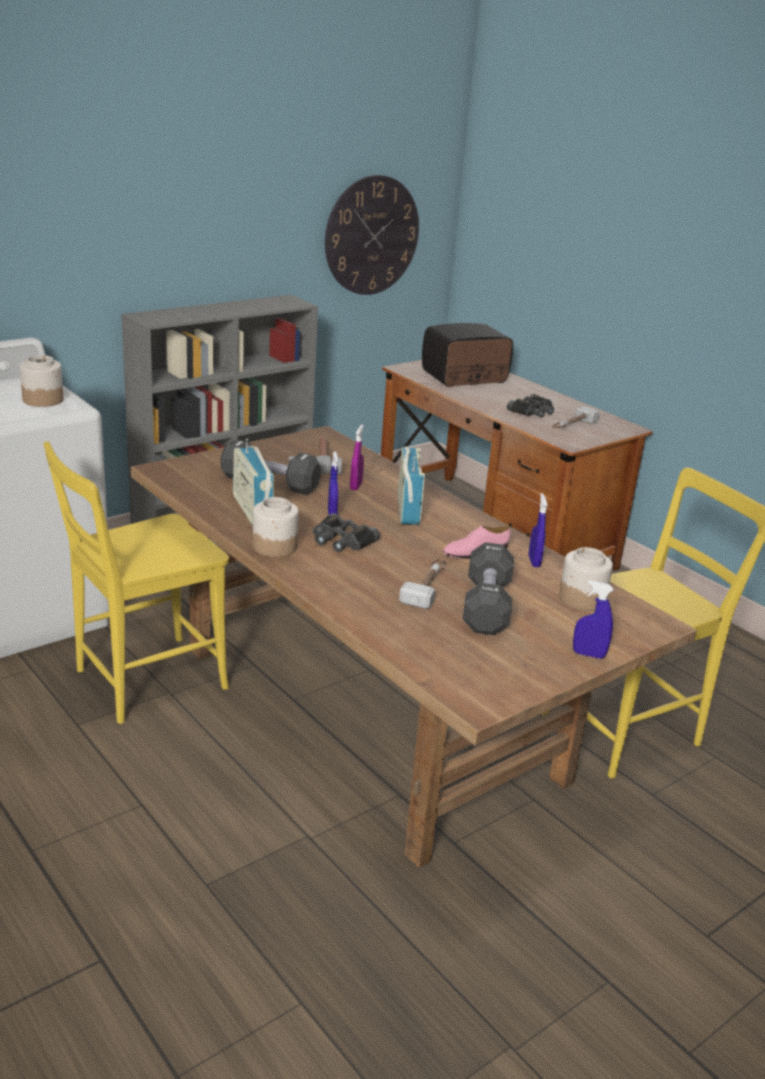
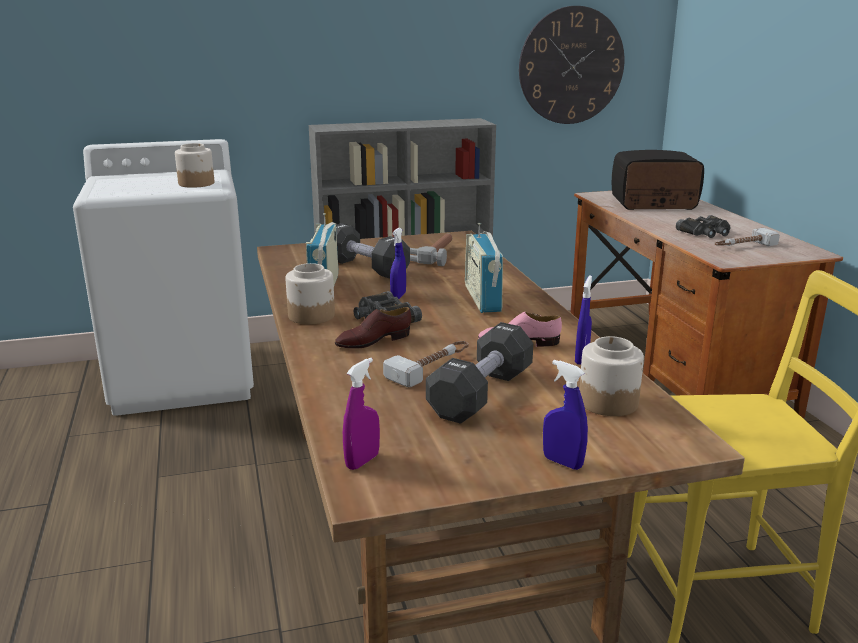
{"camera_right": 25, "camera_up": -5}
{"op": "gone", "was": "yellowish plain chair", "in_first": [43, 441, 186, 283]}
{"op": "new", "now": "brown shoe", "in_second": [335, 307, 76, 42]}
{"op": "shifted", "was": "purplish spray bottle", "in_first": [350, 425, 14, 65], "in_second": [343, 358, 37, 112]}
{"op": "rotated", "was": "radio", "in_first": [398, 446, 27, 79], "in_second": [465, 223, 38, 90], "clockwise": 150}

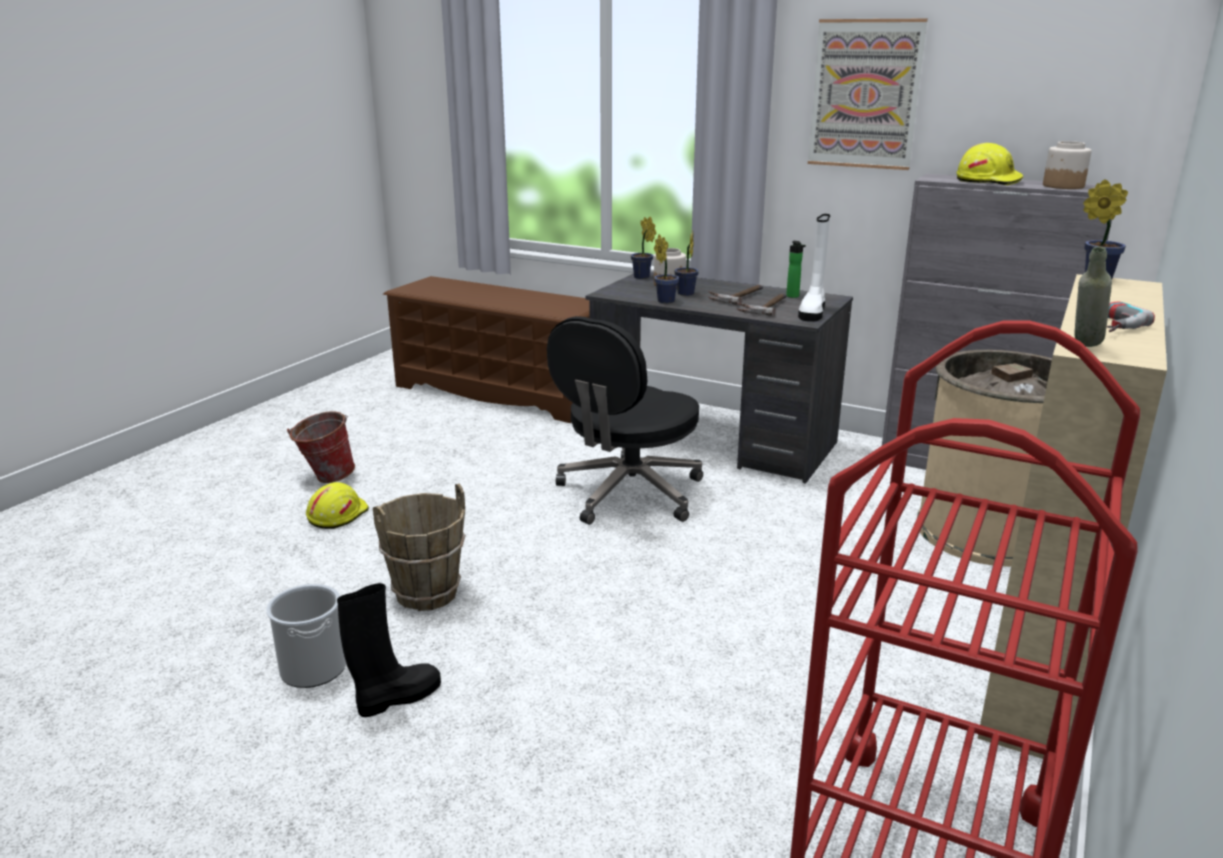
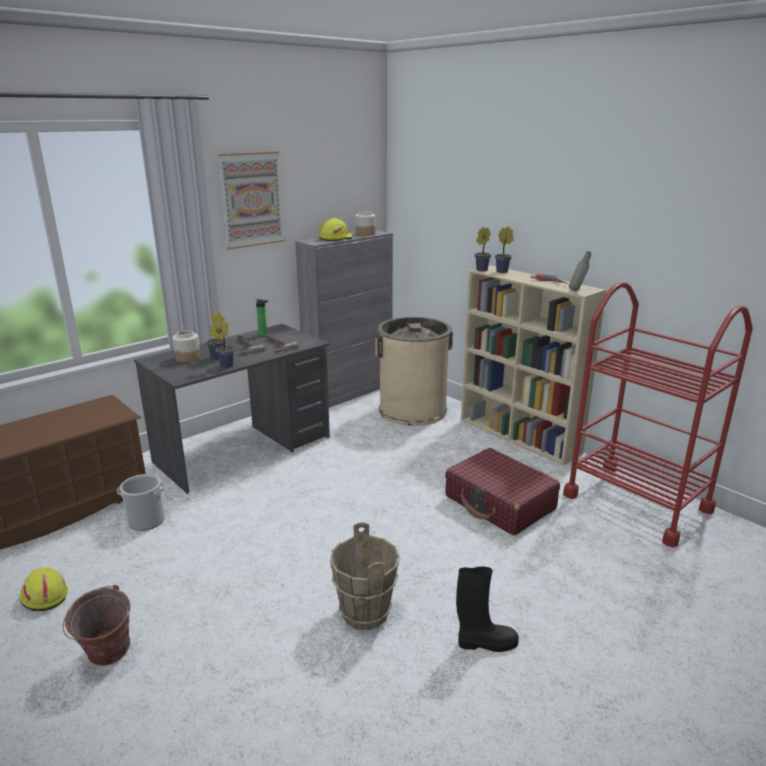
{"camera_right": -70, "camera_up": 0}
{"op": "gone", "was": "black-coloured desk chair", "in_first": [547, 316, 156, 209]}
{"op": "gone", "was": "white boot", "in_first": [798, 214, 32, 108]}
{"op": "new", "now": "reddish suitcase", "in_second": [445, 448, 115, 88]}
{"op": "shifted", "was": "bucket", "in_first": [266, 584, 80, 104], "in_second": [117, 474, 48, 57]}
{"op": "shifted", "was": "yellowish safety helmet", "in_first": [306, 482, 63, 47], "in_second": [20, 567, 48, 44]}
{"op": "shifted", "was": "plant in a pot", "in_first": [631, 217, 25, 62], "in_second": [495, 226, 19, 47]}
{"op": "rotated", "was": "black-coloured boot", "in_first": [337, 583, 104, 134], "in_second": [456, 567, 63, 85], "clockwise": 105}

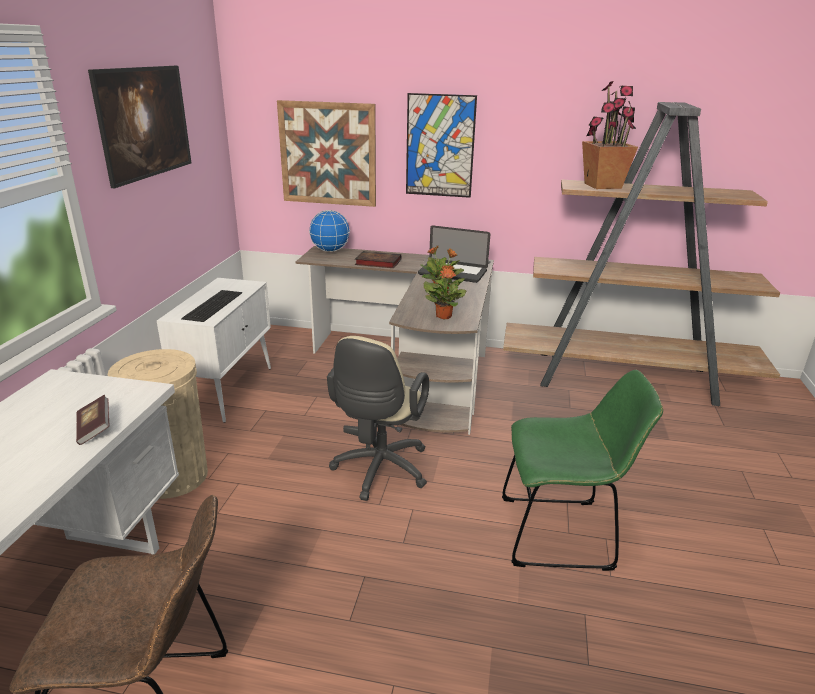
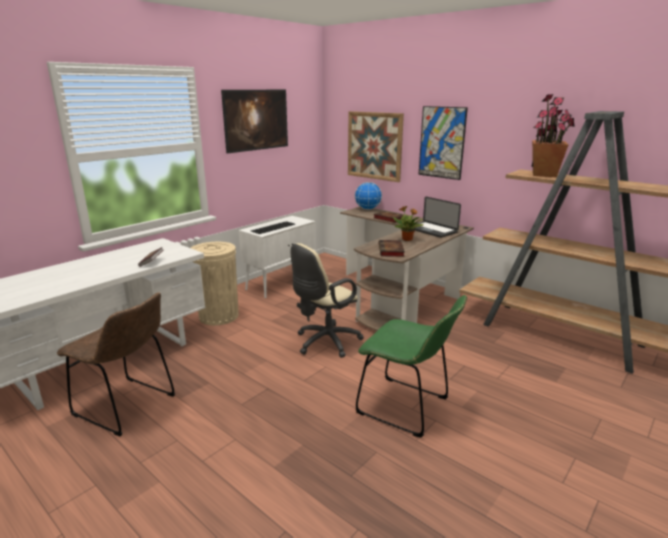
{"camera_right": 30, "camera_up": -5}
{"op": "swapped", "was": "plant in a pot", "now": "book", "in_first": [424, 265, 42, 54], "in_second": [378, 240, 27, 17]}

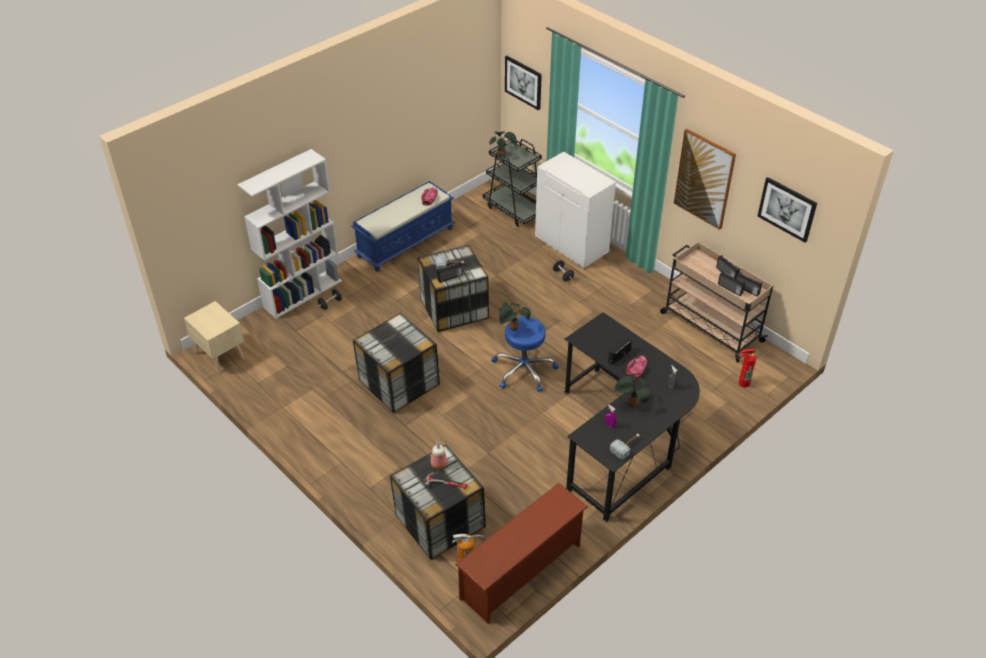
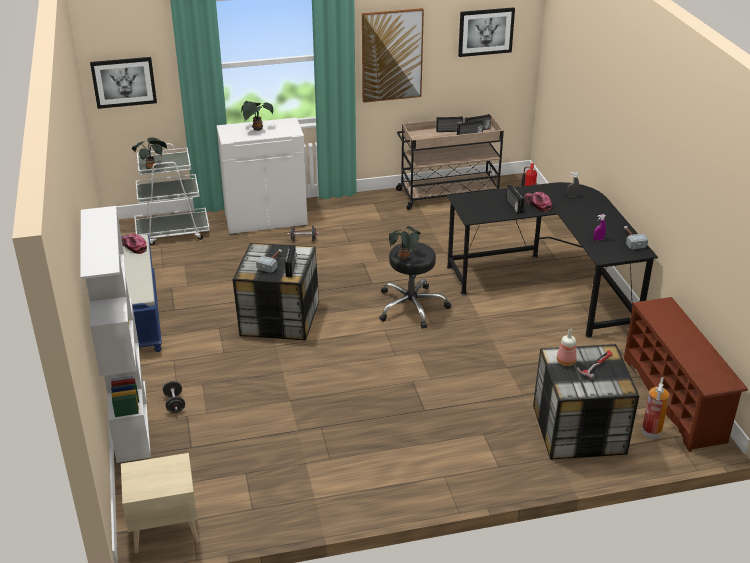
{"camera_right": -60, "camera_up": -10}
{"op": "gone", "was": "storage box", "in_first": [353, 313, 87, 100]}
{"op": "shifted", "was": "plant in a pot", "in_first": [614, 374, 37, 33], "in_second": [241, 101, 32, 30]}
{"op": "repainted", "was": "black-coloured trolley", "now": "white trolley", "in_first": [483, 139, 59, 88], "in_second": [134, 143, 76, 103]}
{"op": "repainted", "was": "blue stool", "now": "black-coloured stool", "in_first": [491, 317, 68, 75], "in_second": [379, 242, 72, 86]}

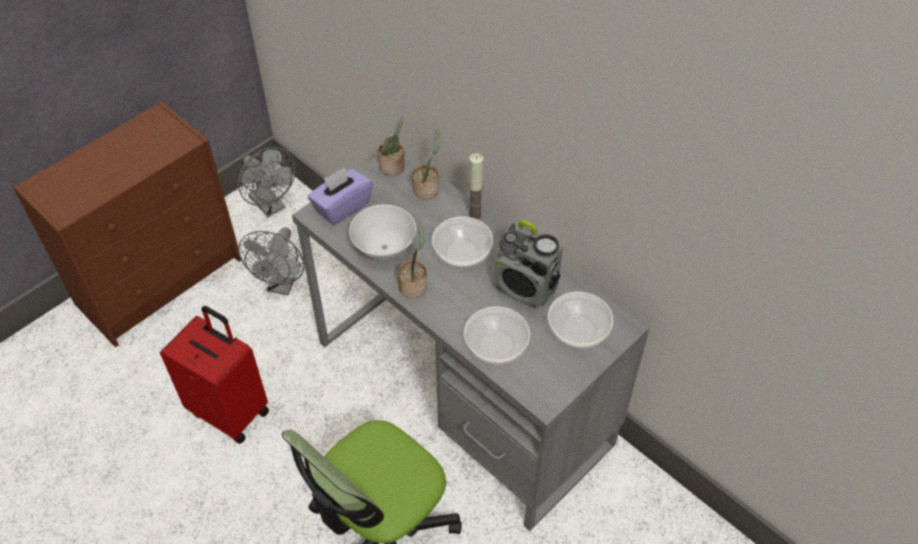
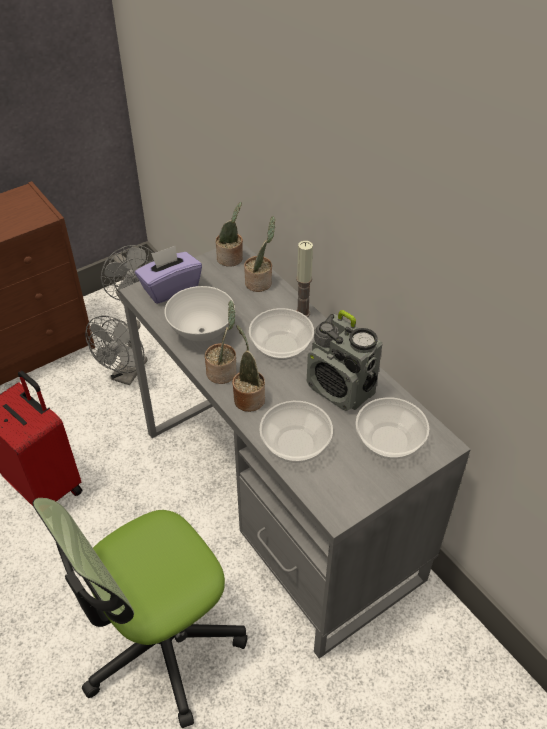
{"camera_right": 10, "camera_up": -5}
{"op": "new", "now": "plant in a pot", "in_second": [232, 325, 33, 87]}

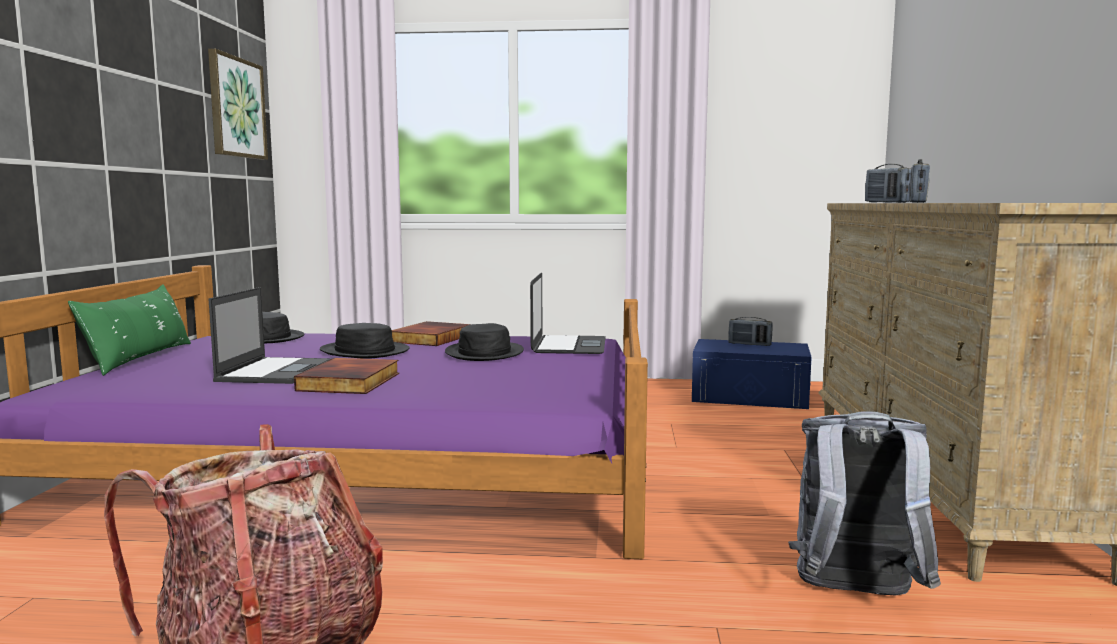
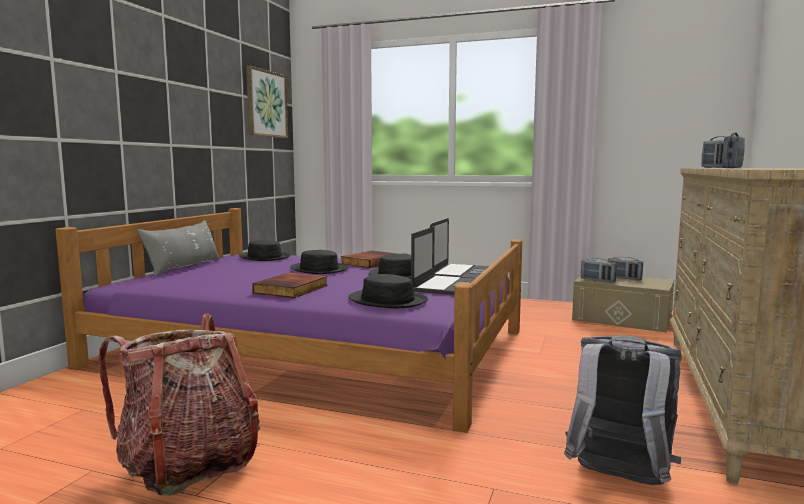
{"camera_right": 15, "camera_up": 0}
{"op": "new", "now": "black-coloured wearable hat", "in_second": [348, 274, 80, 34]}
{"op": "new", "now": "radio", "in_second": [581, 258, 36, 25]}
{"op": "shifted", "was": "notebook computer", "in_first": [208, 287, 124, 97], "in_second": [411, 226, 65, 69]}
{"op": "repainted", "was": "green throw pillow", "now": "grey throw pillow", "in_first": [68, 284, 123, 92], "in_second": [137, 220, 83, 57]}
{"op": "repainted", "was": "blue storage box", "now": "beige-coloured storage box", "in_first": [692, 339, 120, 70], "in_second": [572, 276, 102, 57]}

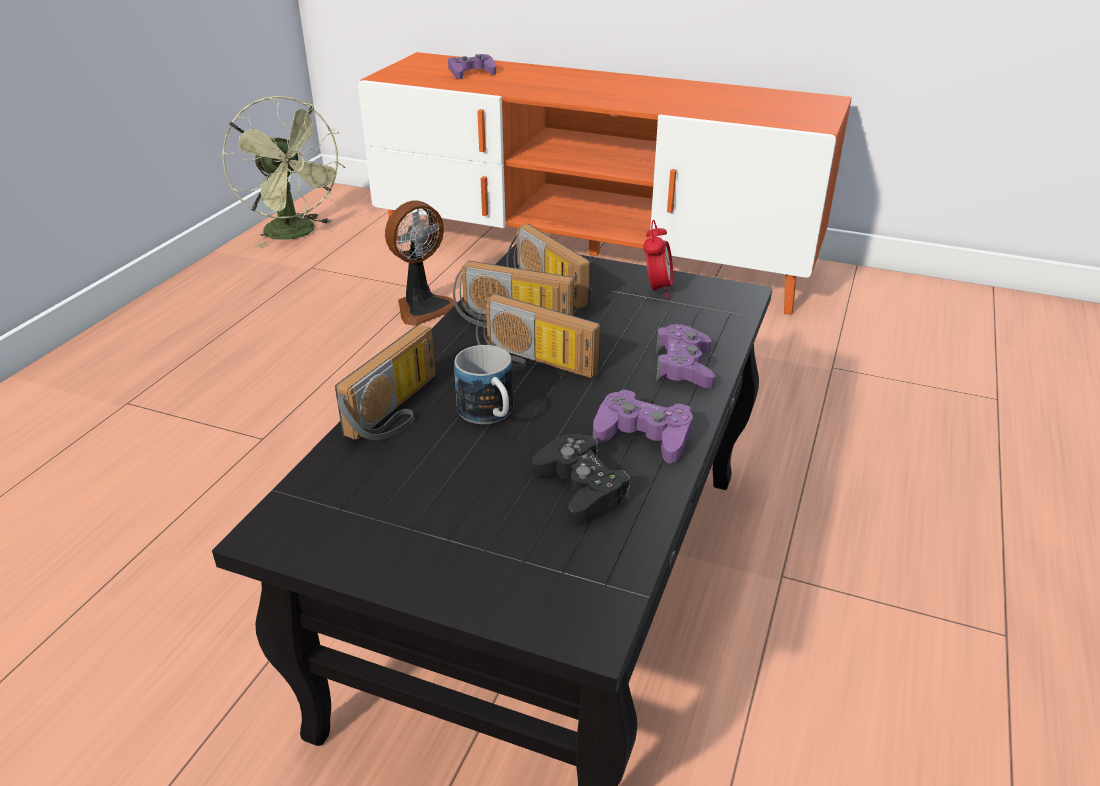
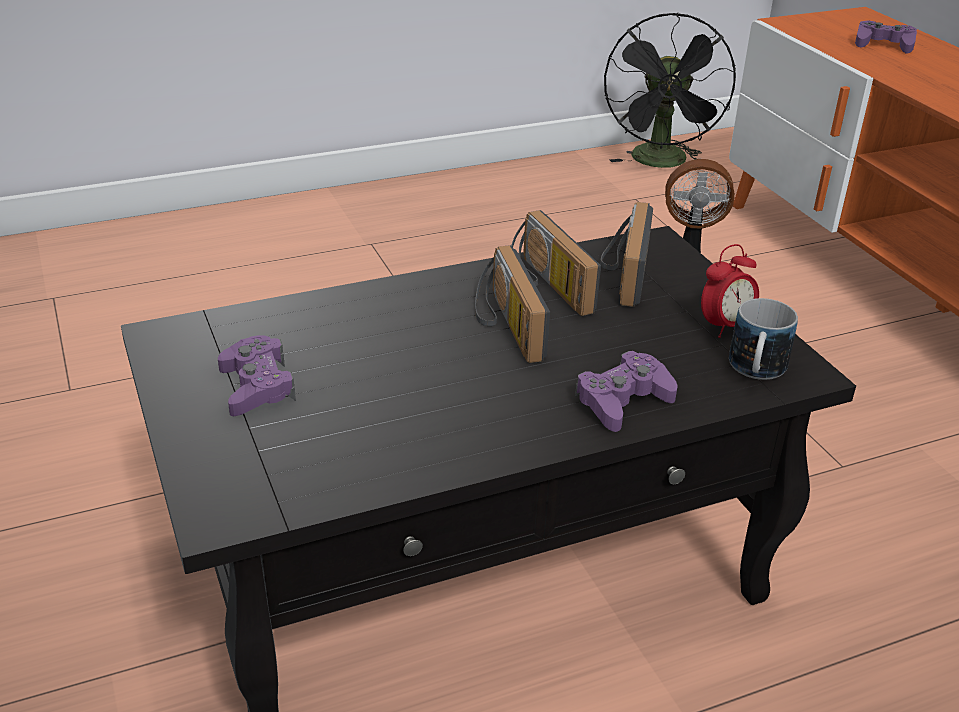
{"camera_right": 45, "camera_up": 0}
{"op": "gone", "was": "radio", "in_first": [335, 324, 101, 116]}
{"op": "gone", "was": "black-coloured gamepad", "in_first": [532, 433, 98, 91]}
{"op": "shifted", "was": "tea mug", "in_first": [454, 345, 59, 79], "in_second": [729, 298, 69, 82]}
{"op": "shifted", "was": "purplish gamepad", "in_first": [593, 390, 100, 74], "in_second": [218, 335, 78, 81]}
{"op": "repainted", "was": "green cooling fan", "now": "black-coloured cooling fan", "in_first": [222, 96, 124, 152], "in_second": [604, 12, 132, 156]}

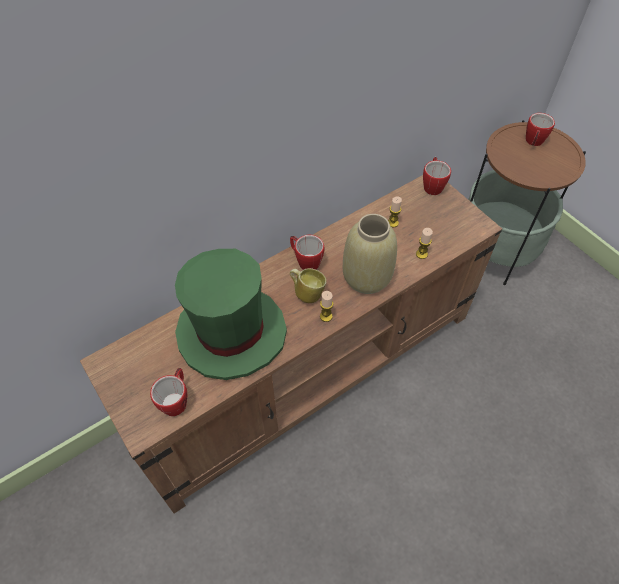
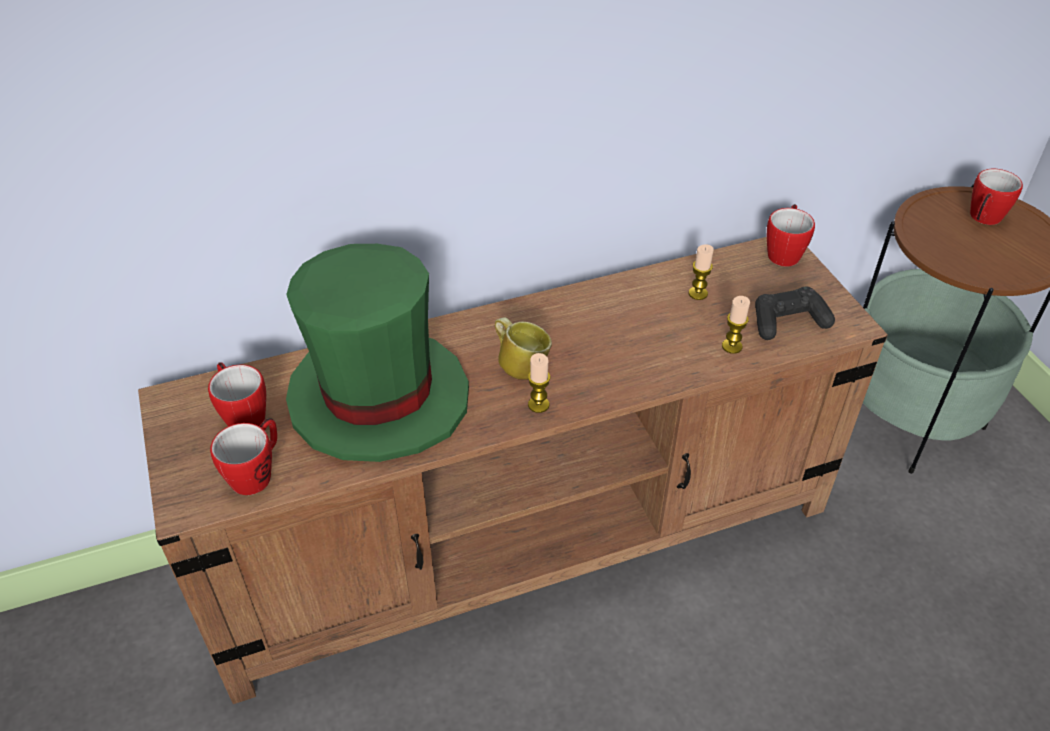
{"camera_right": 15, "camera_up": -10}
{"op": "gone", "was": "beige-coloured vase", "in_first": [343, 214, 54, 80]}
{"op": "new", "now": "black-coloured gamepad", "in_second": [755, 287, 80, 53]}
{"op": "shifted", "was": "tea mug", "in_first": [290, 235, 34, 35], "in_second": [208, 362, 58, 64]}

